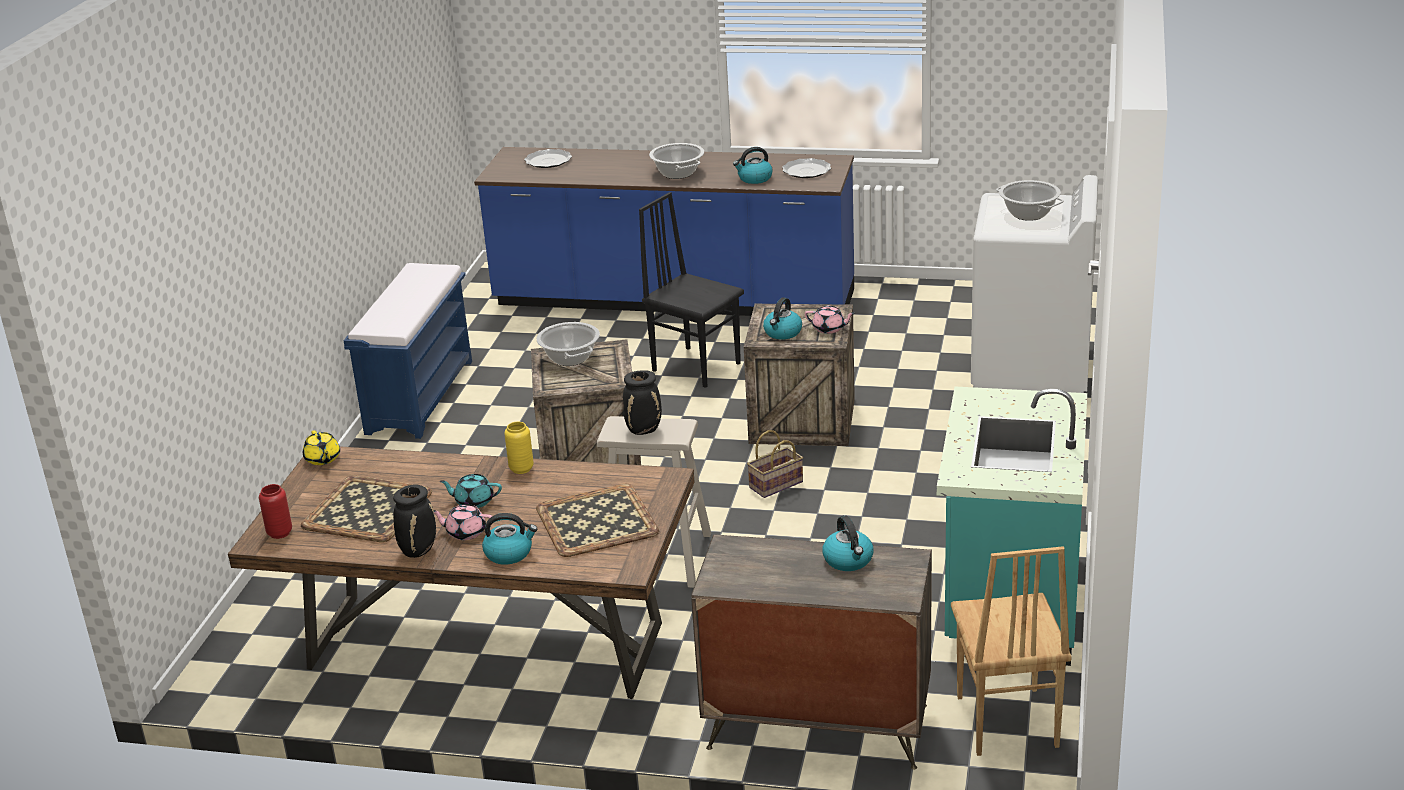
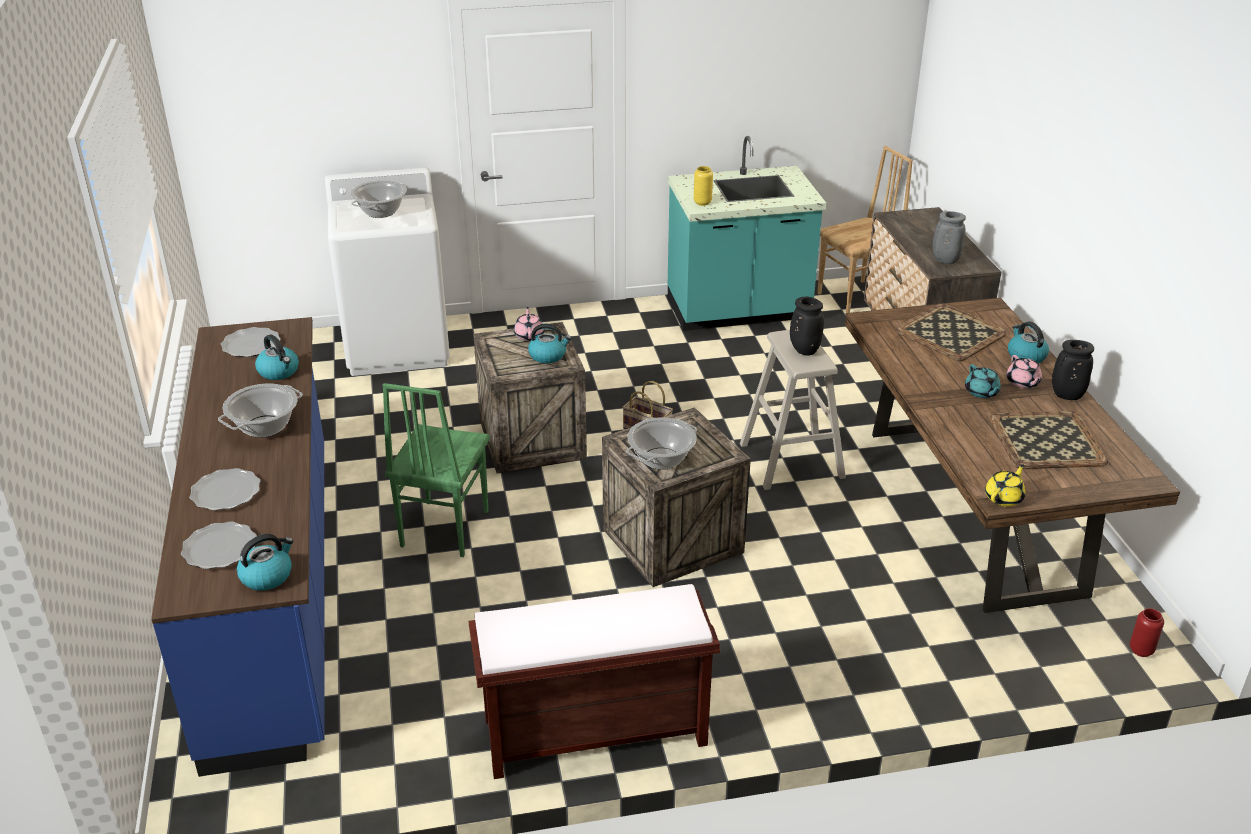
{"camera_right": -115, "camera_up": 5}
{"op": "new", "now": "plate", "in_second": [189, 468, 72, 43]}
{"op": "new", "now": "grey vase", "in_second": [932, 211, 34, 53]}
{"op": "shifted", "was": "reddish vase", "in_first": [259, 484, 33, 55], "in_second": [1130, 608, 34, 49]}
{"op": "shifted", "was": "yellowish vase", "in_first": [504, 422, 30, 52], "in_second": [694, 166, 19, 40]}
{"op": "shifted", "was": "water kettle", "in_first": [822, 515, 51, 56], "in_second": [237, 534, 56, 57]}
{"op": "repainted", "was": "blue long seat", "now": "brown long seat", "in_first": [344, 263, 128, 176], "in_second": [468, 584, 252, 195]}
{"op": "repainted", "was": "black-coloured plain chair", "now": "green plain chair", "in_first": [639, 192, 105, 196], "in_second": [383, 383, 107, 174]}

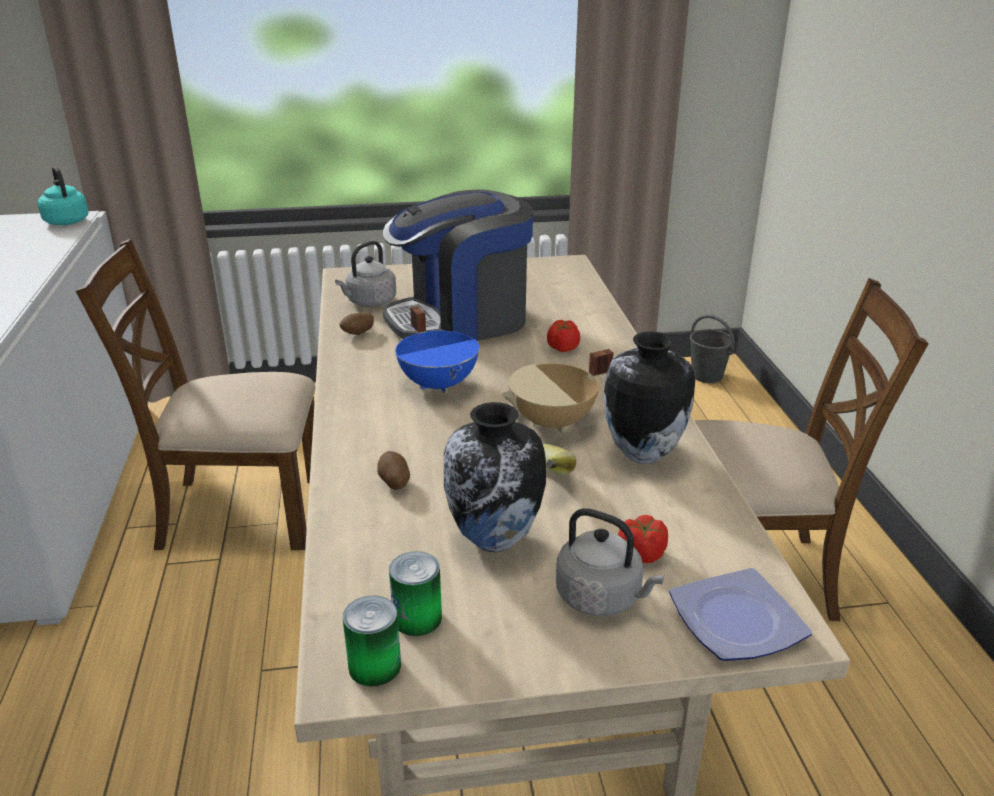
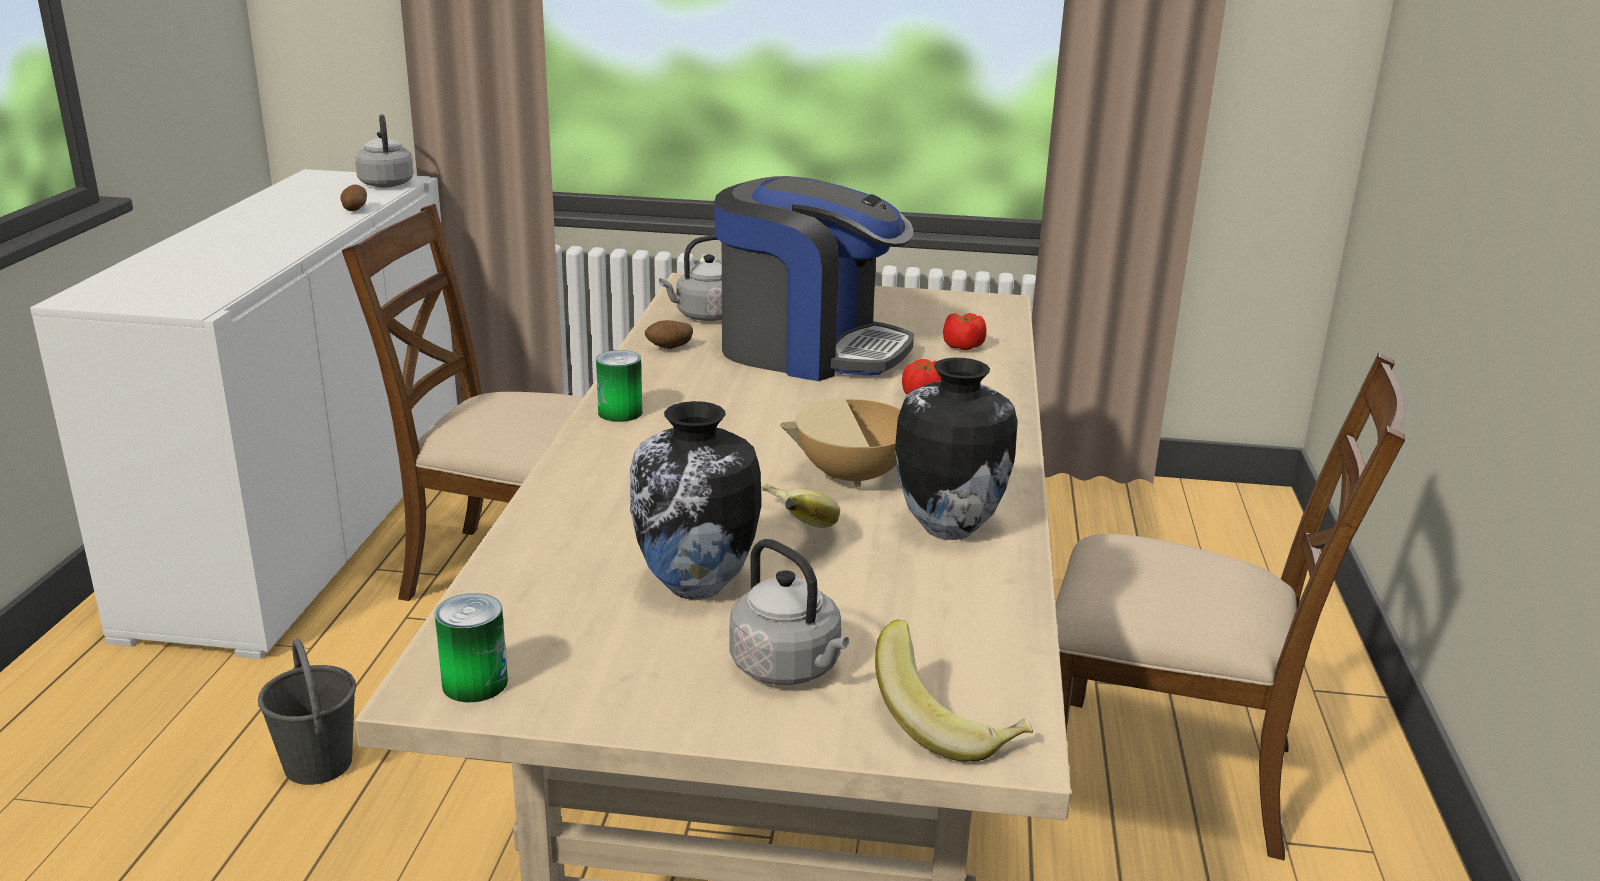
{"camera_right": 15, "camera_up": -5}
{"op": "gone", "was": "blue cooking pot", "in_first": [396, 306, 83, 88]}
{"op": "shifted", "was": "whole potato", "in_first": [377, 451, 33, 39], "in_second": [340, 184, 27, 27]}
{"op": "shifted", "was": "sealed can", "in_first": [389, 551, 53, 85], "in_second": [596, 350, 46, 72]}
{"op": "shifted", "was": "whole tomato", "in_first": [618, 515, 50, 48], "in_second": [943, 313, 44, 37]}
{"op": "shifted", "was": "grey bucket", "in_first": [690, 314, 44, 69], "in_second": [258, 639, 98, 146]}
{"op": "swapped", "was": "plate", "now": "banana", "in_first": [669, 568, 143, 93], "in_second": [875, 619, 158, 143]}
{"op": "repainted", "was": "blue-green water kettle", "now": "grey water kettle", "in_first": [38, 166, 51, 59], "in_second": [355, 114, 59, 73]}
{"op": "rotated", "was": "coffee brewer", "in_first": [383, 189, 150, 152], "in_second": [714, 176, 200, 205], "clockwise": -150}

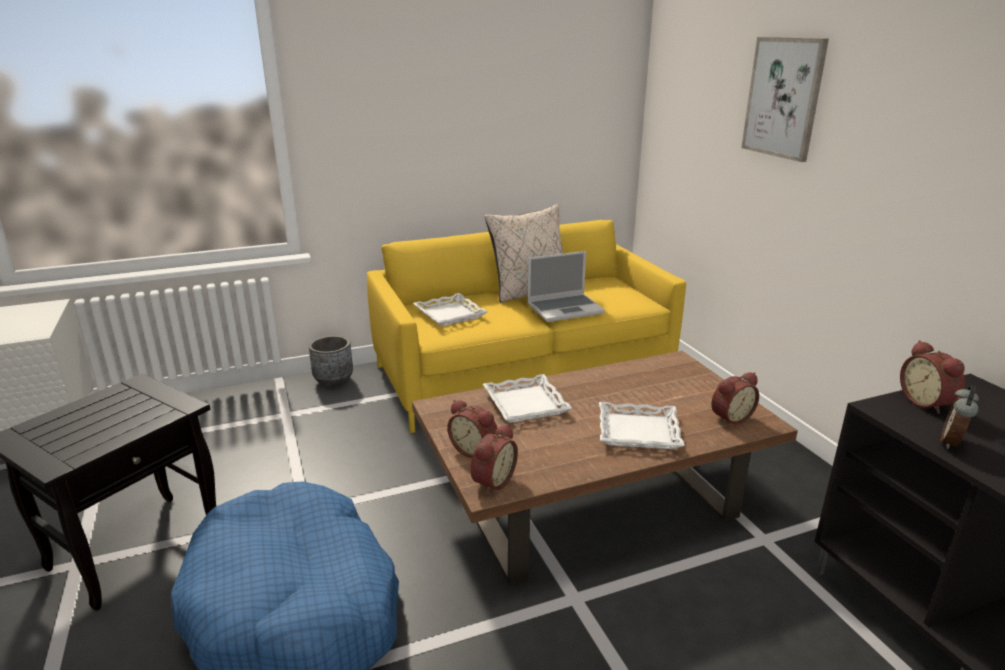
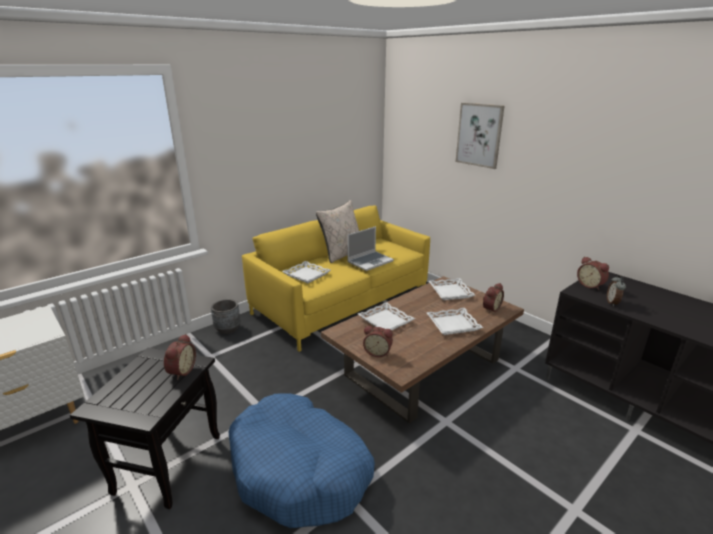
{"camera_right": -20, "camera_up": 0}
{"op": "new", "now": "white serving tray", "in_second": [429, 278, 46, 22]}
{"op": "shifted", "was": "table clock", "in_first": [470, 424, 48, 70], "in_second": [164, 334, 32, 46]}

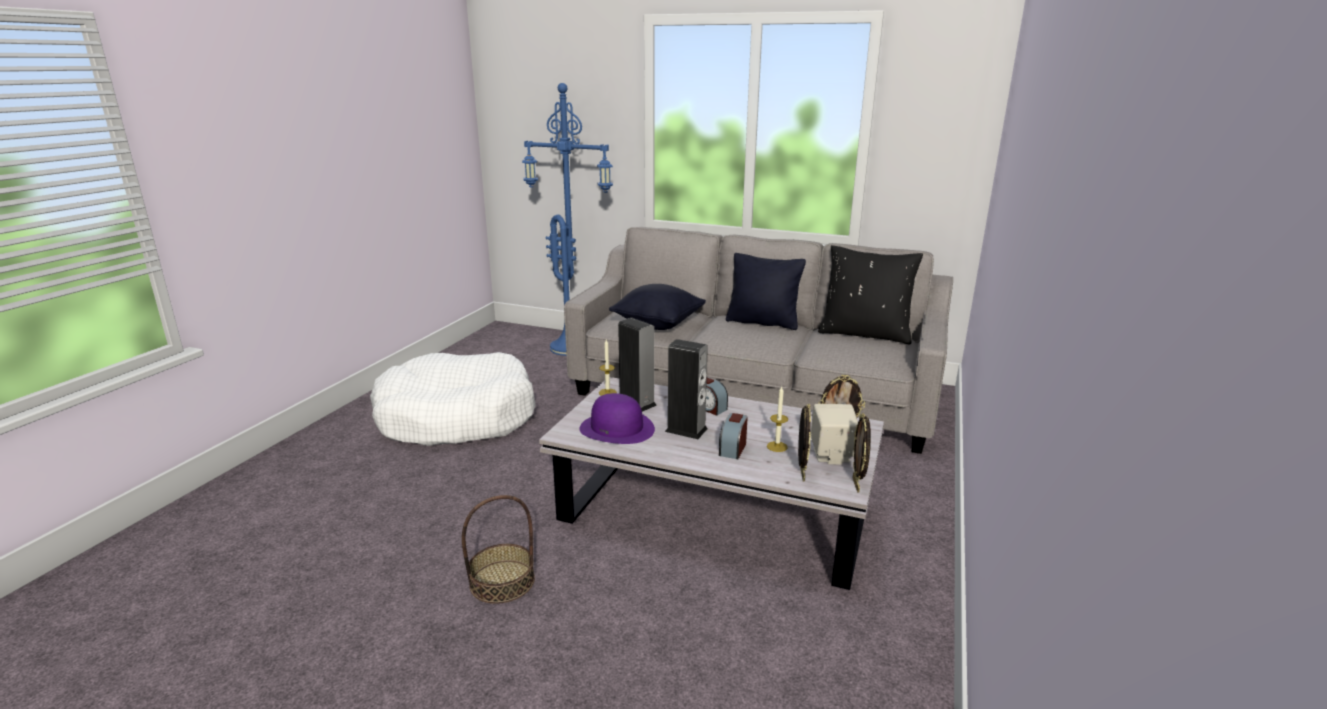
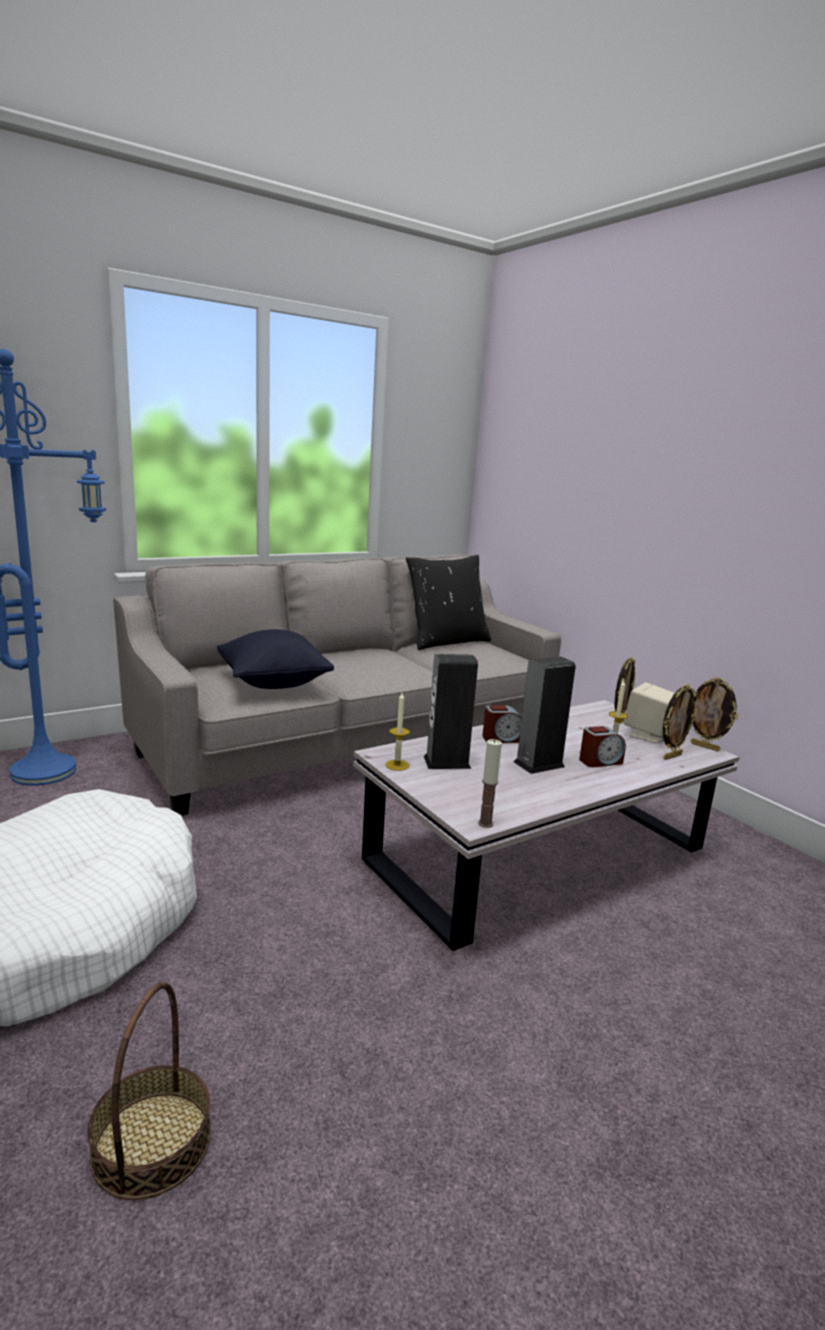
{"camera_right": -55, "camera_up": -5}
{"op": "gone", "was": "purplish wearable hat", "in_first": [579, 393, 76, 51]}
{"op": "gone", "was": "black-coloured throw pillow", "in_first": [726, 253, 80, 77]}
{"op": "new", "now": "wax light", "in_second": [478, 739, 24, 89]}
{"op": "shifted", "was": "basket", "in_first": [462, 495, 73, 109], "in_second": [88, 982, 123, 218]}
{"op": "rotated", "was": "table clock", "in_first": [719, 413, 29, 46], "in_second": [579, 726, 47, 41], "clockwise": -75}
{"op": "rotated", "was": "standing frame", "in_first": [798, 404, 13, 78], "in_second": [663, 684, 34, 76], "clockwise": 105}

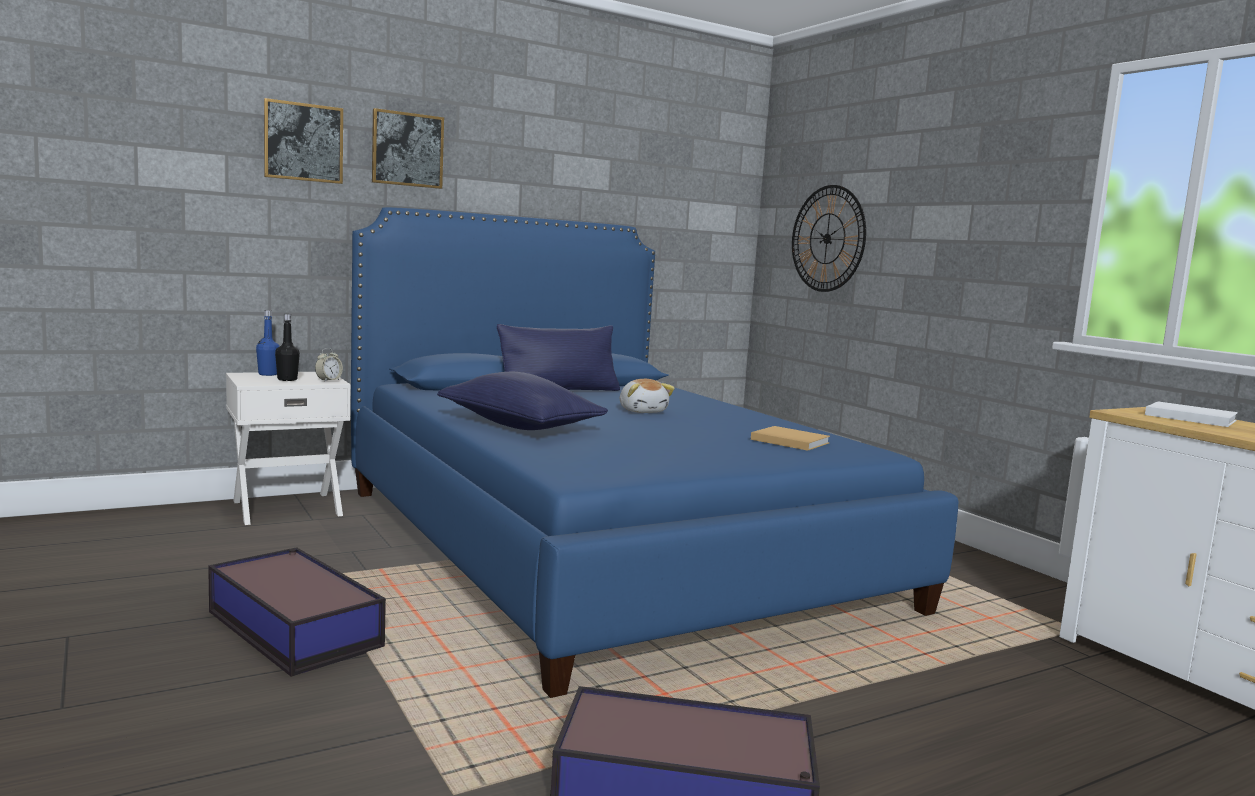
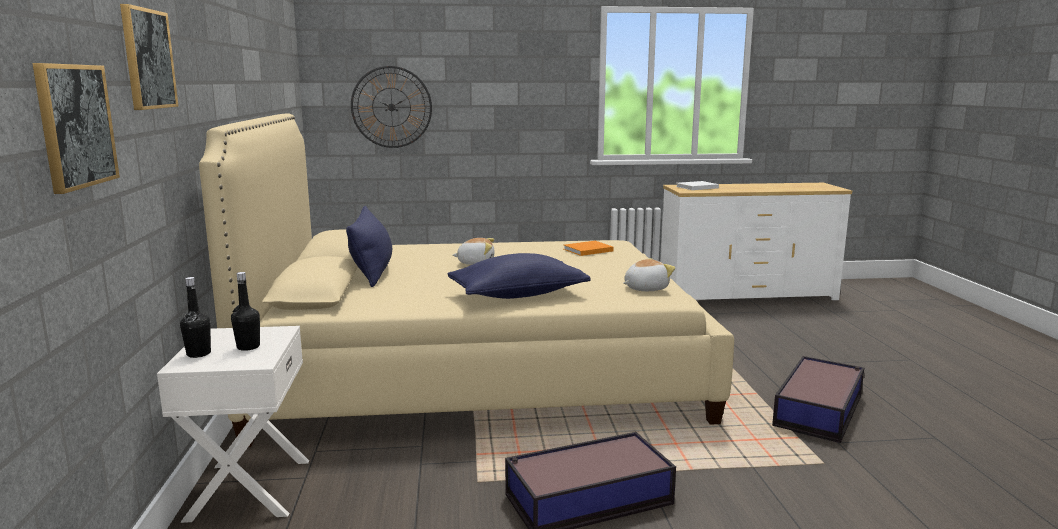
{"camera_right": -65, "camera_up": 5}
{"op": "gone", "was": "table clock", "in_first": [315, 348, 28, 34]}
{"op": "new", "now": "cuddly toy", "in_second": [624, 258, 51, 33]}
{"op": "shifted", "was": "wall art", "in_first": [372, 108, 72, 81], "in_second": [32, 63, 88, 131]}
{"op": "repainted", "was": "blue drink bottle", "now": "black-coloured drink bottle", "in_first": [256, 310, 24, 66], "in_second": [180, 277, 31, 81]}
{"op": "repainted", "was": "blue bed", "now": "beige-coloured bed", "in_first": [351, 207, 608, 491], "in_second": [199, 113, 535, 334]}
{"op": "repainted", "was": "beige-coloured book", "now": "orange book", "in_first": [751, 426, 79, 25], "in_second": [564, 241, 50, 15]}

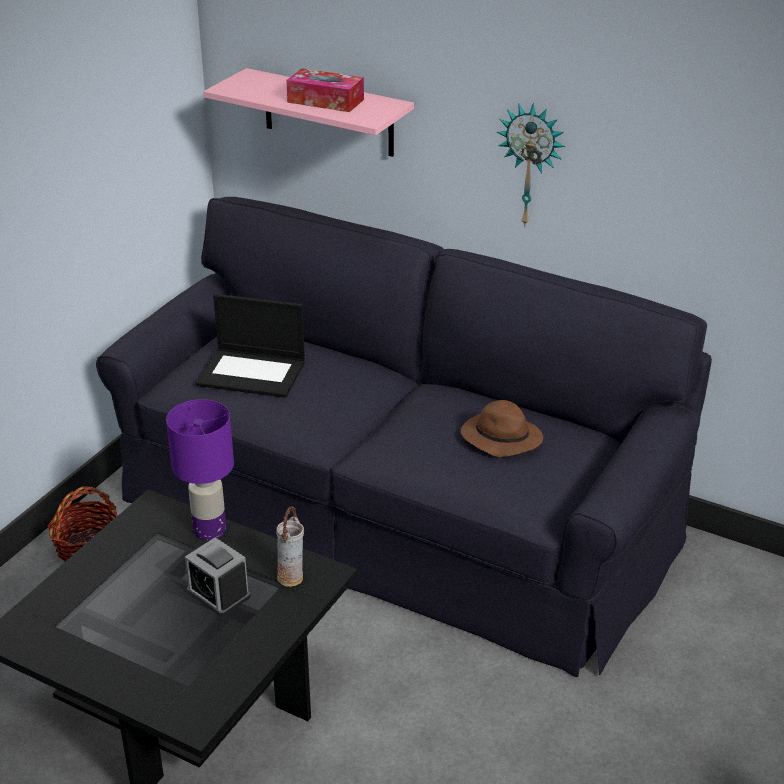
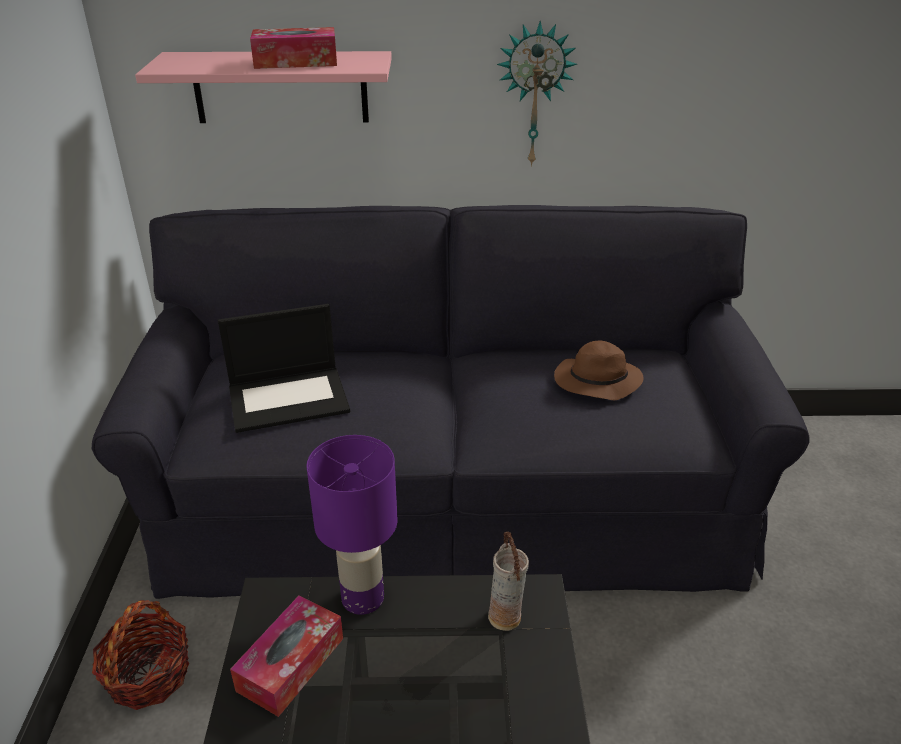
{"camera_right": -30, "camera_up": 0}
{"op": "gone", "was": "table clock", "in_first": [185, 537, 65, 79]}
{"op": "new", "now": "box of tissues", "in_second": [230, 595, 113, 122]}

